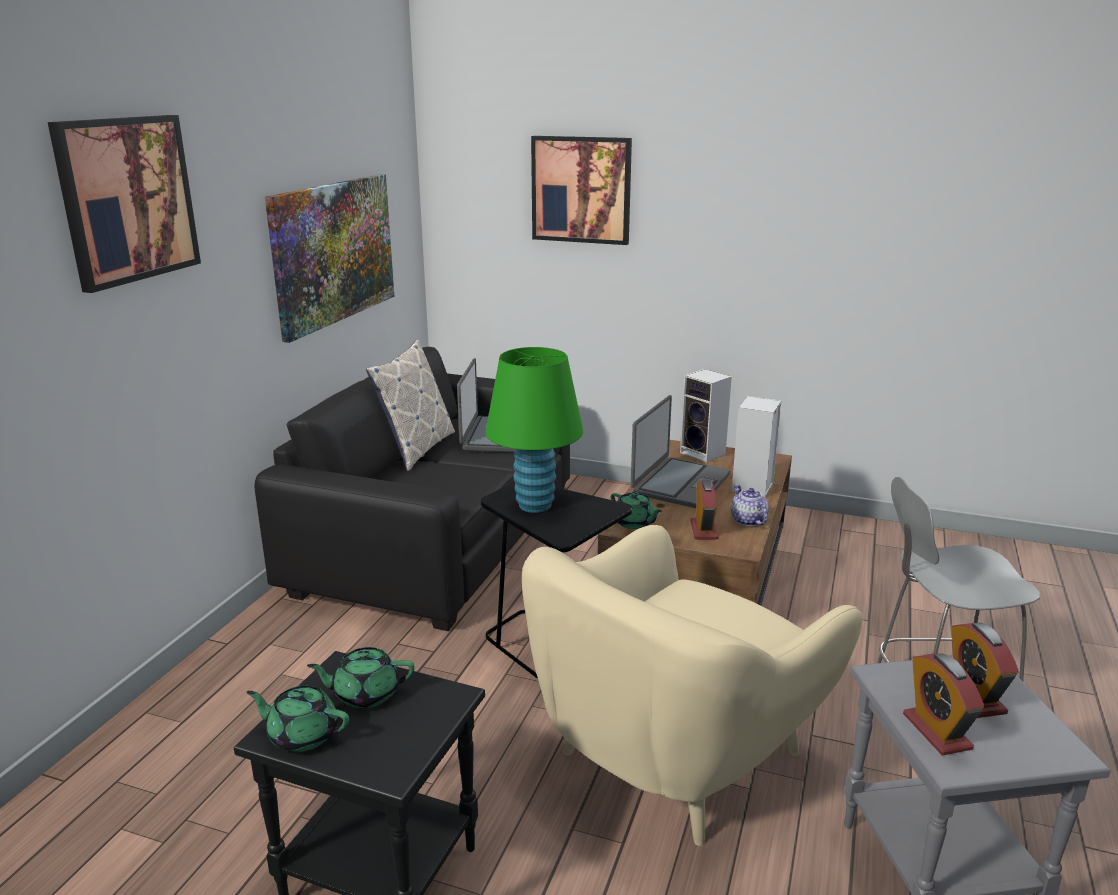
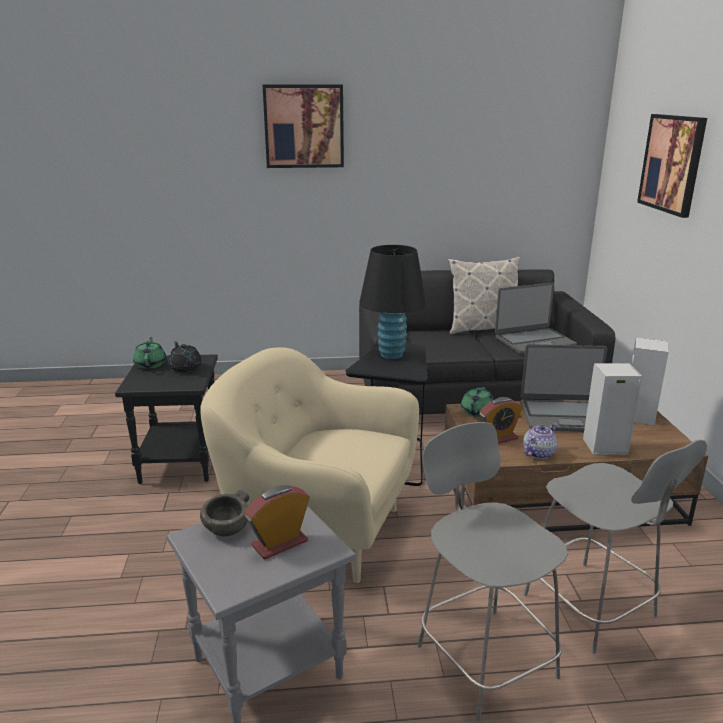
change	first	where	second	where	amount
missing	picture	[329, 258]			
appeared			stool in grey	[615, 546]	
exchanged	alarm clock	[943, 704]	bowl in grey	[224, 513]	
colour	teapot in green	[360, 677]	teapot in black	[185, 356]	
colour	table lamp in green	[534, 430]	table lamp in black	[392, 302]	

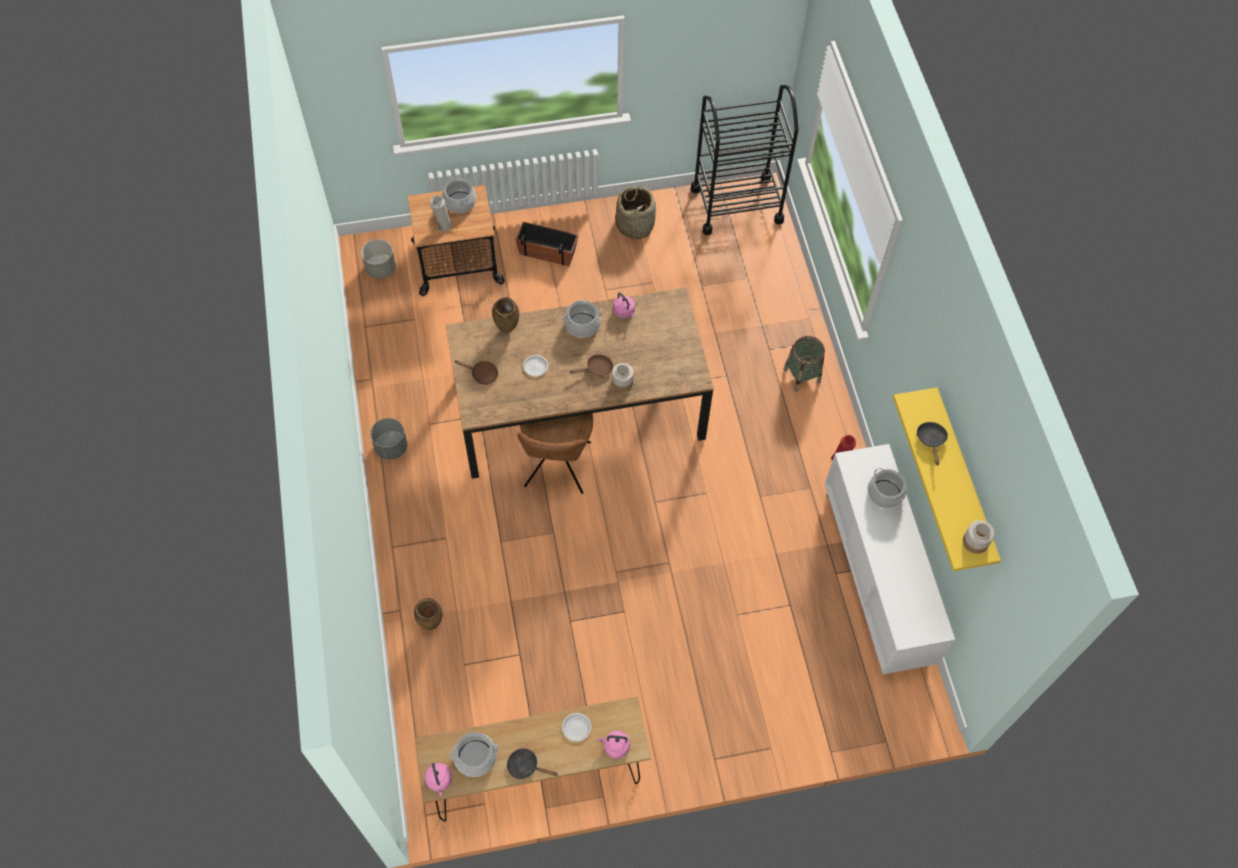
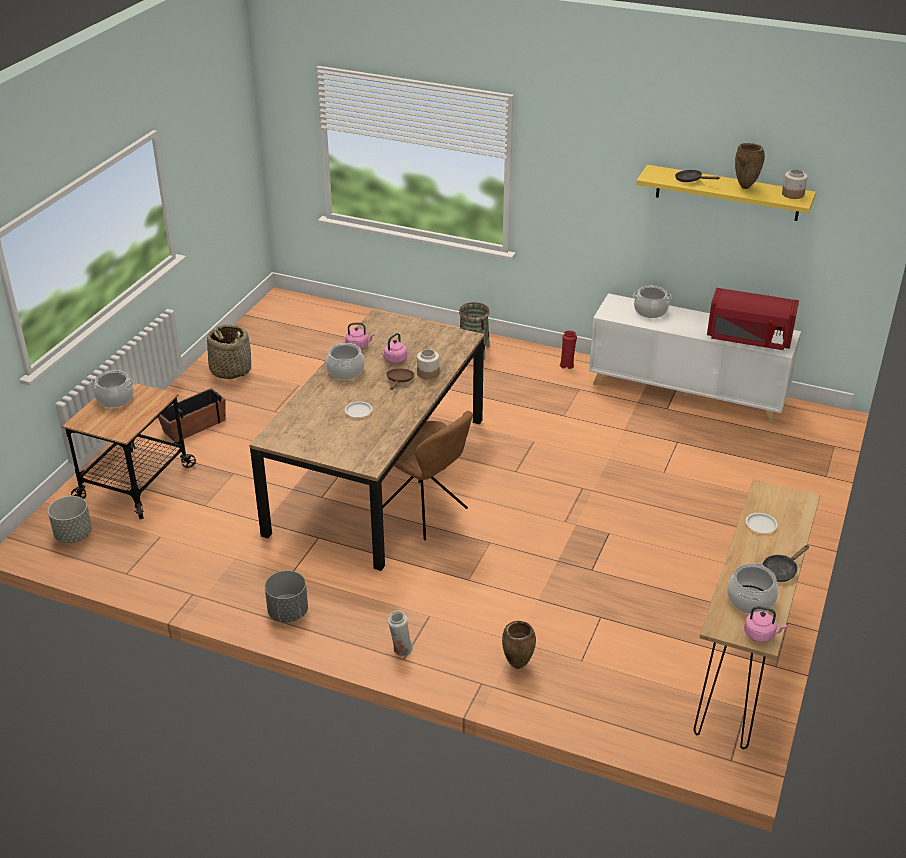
change	first	where	second	where	amount
missing	frying pan in brown	[476, 372]			
missing	cart in black	[745, 160]			
appeared			microwave in red	[753, 319]	
relocated	vase in white	[441, 213]		[400, 633]	
relocated	vase in brown	[505, 315]		[750, 166]	
relocated	kettle in pink	[613, 745]		[394, 348]	

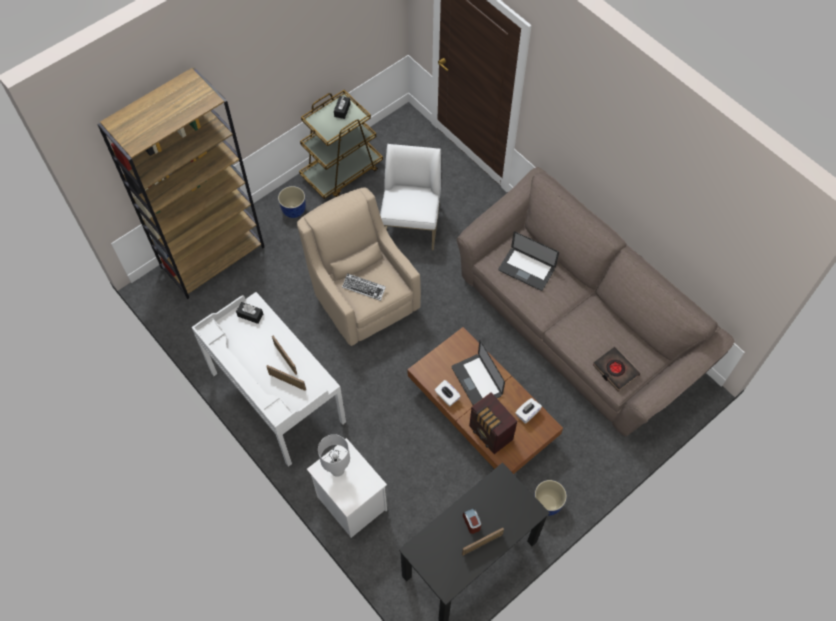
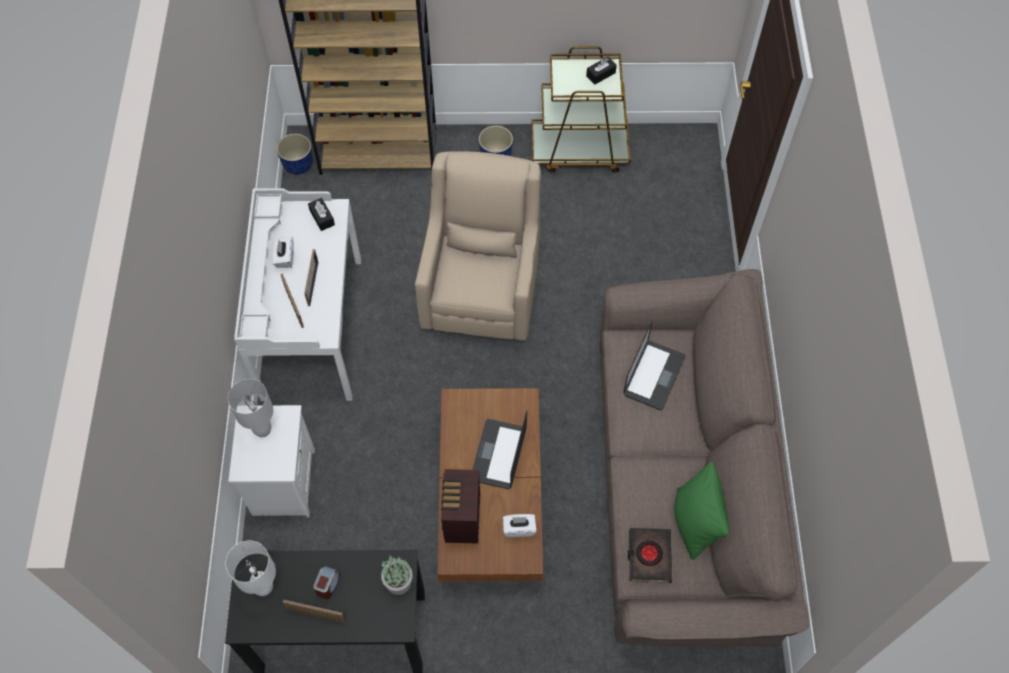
change	first	where	second	where	amount
missing	keyboard	[364, 287]			
missing	chair in white	[410, 197]			
appeared			table lamp in white	[250, 568]	
appeared			potted plant	[397, 575]	
appeared			pillow in green	[701, 511]	
relocated	tissue box in white	[448, 393]		[283, 252]	
relocated	planter	[550, 498]		[295, 153]	
spun	laptop	[528, 261]		[654, 365]	135 degrees counterclockwise

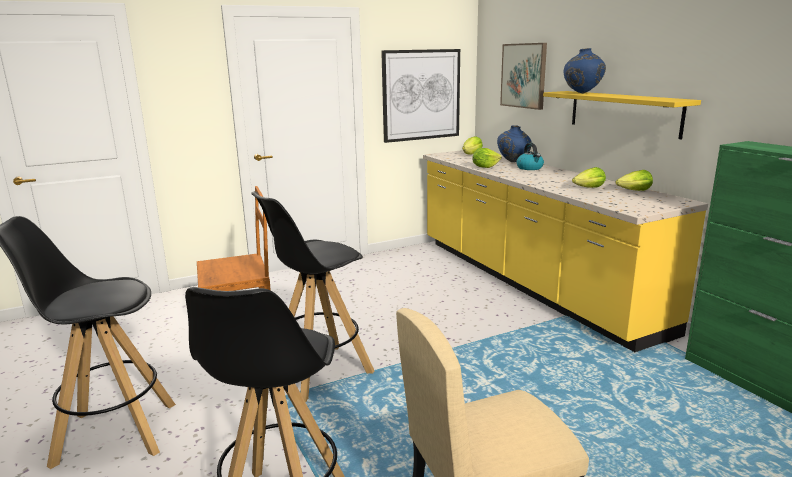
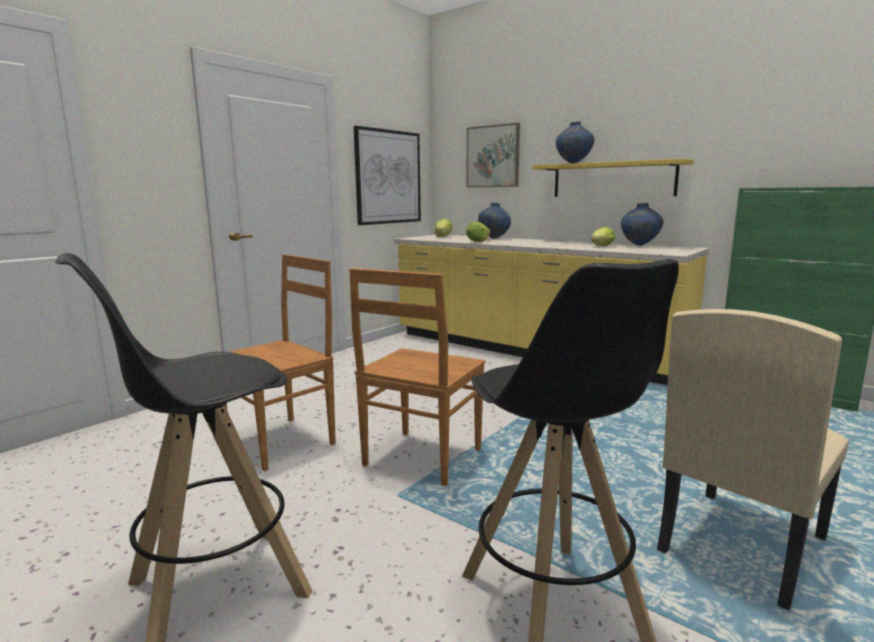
change	first	where	second	where	amount
missing	kettle	[530, 156]			
exchanged	stool in black	[312, 296]	chair in brown	[417, 377]	
exchanged	lettuce	[634, 180]	vase in blue	[642, 224]	

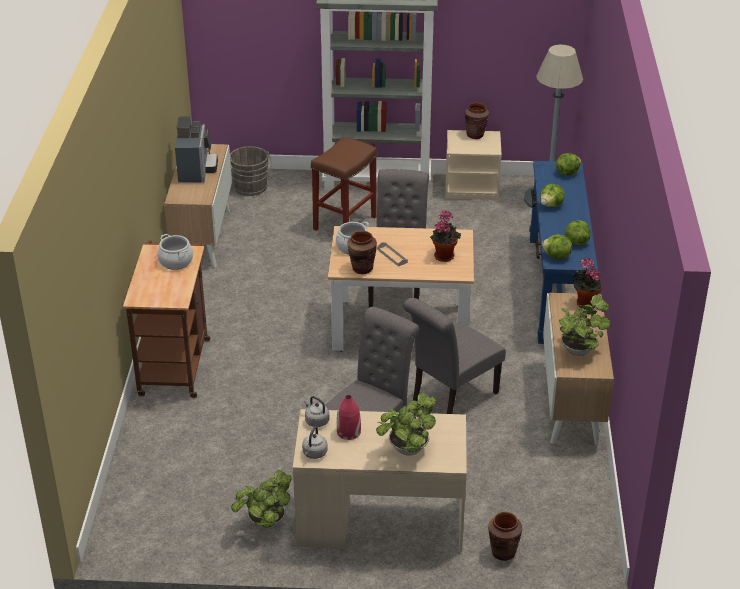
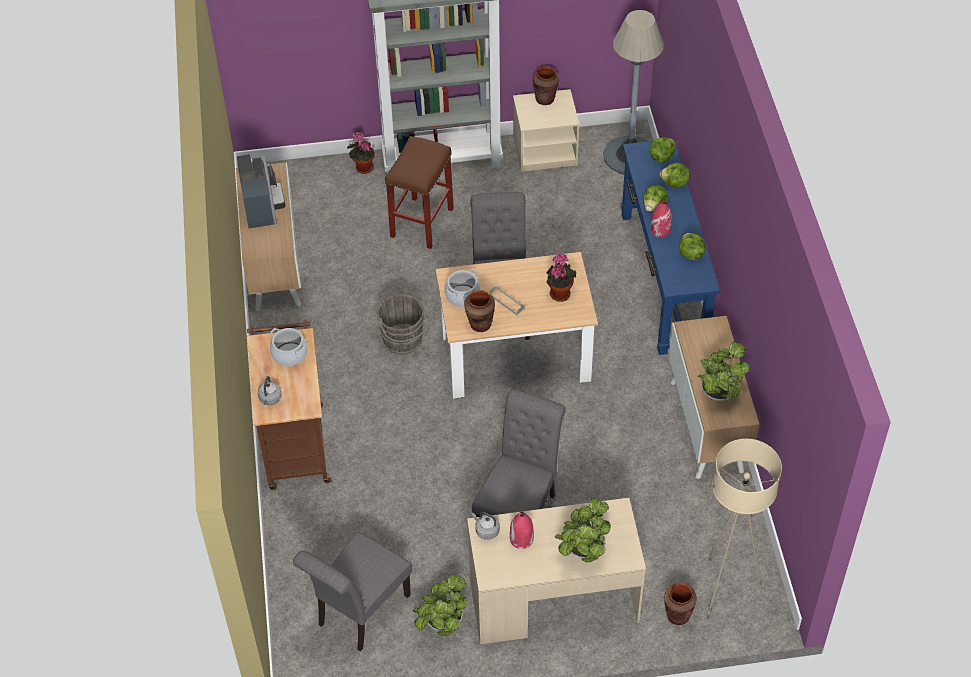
change	first	where	second	where	amount
appeared			vase in red	[661, 219]	
appeared			floor lamp in beige	[744, 529]	
relocated	bucket in grey	[251, 171]		[403, 324]	
relocated	kettle in grey	[315, 442]		[270, 390]	
relocated	chair in grey	[454, 355]		[352, 591]	
relocated	lettuce	[557, 247]		[675, 175]	
relocated	potted plant	[587, 283]		[361, 153]	

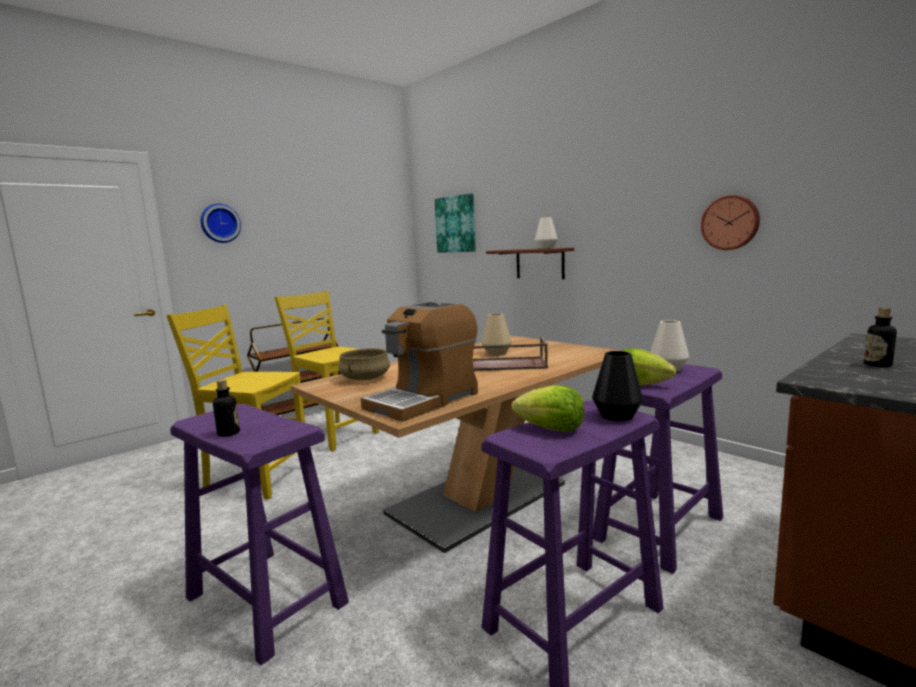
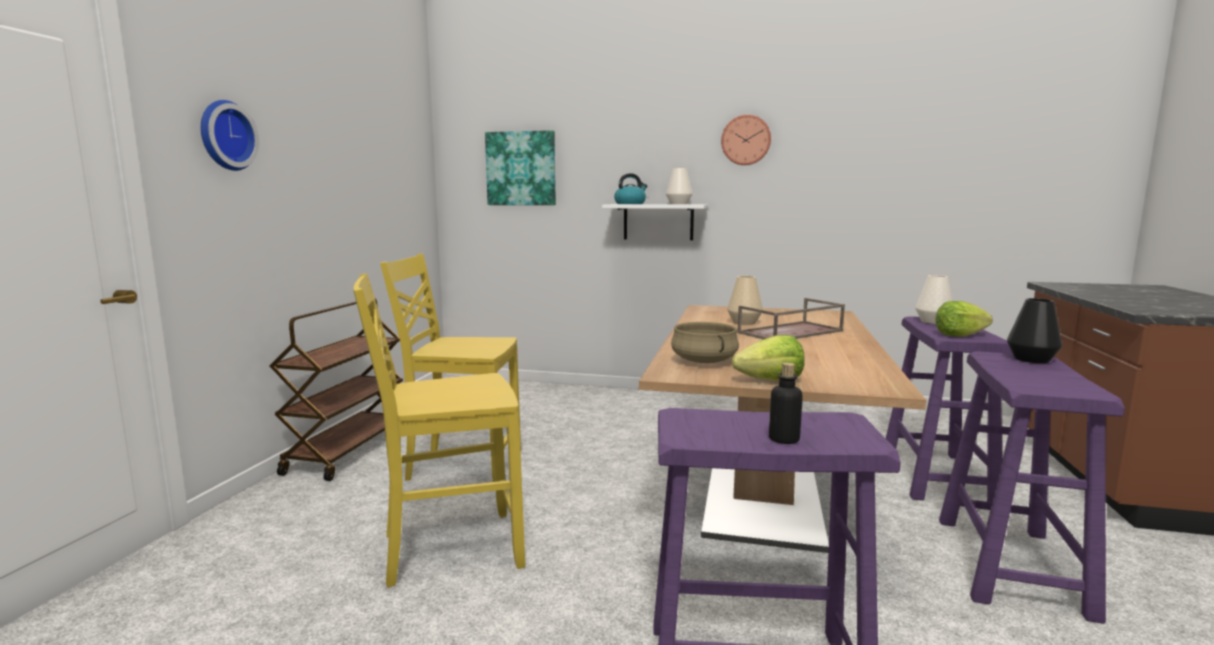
change	first	where	second	where	amount
missing	coffee machine	[419, 362]			
missing	bottle	[880, 337]			
appeared			kettle	[631, 188]	
relocated	lettuce	[547, 408]		[768, 358]	
relocated	wall clock	[730, 222]		[746, 140]	
colour	shelf in brown	[530, 263]	shelf in white	[654, 222]	

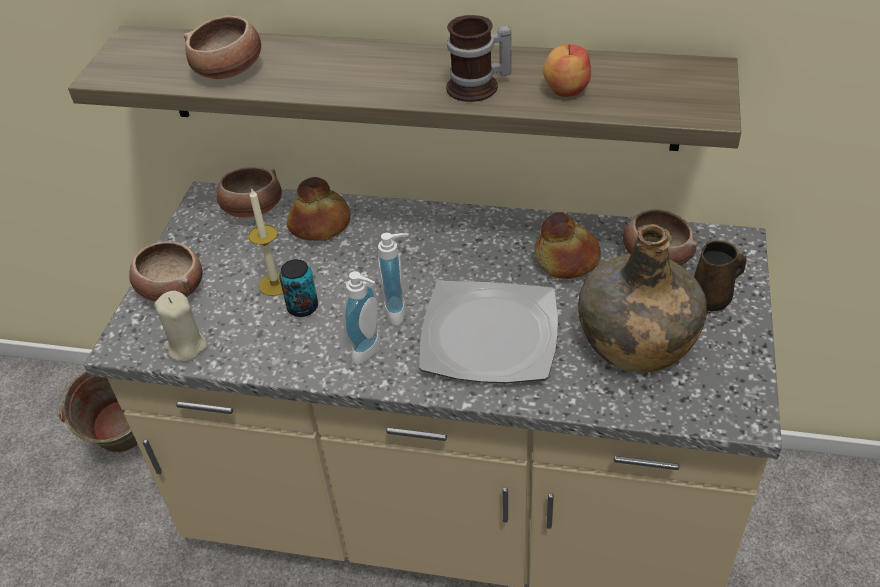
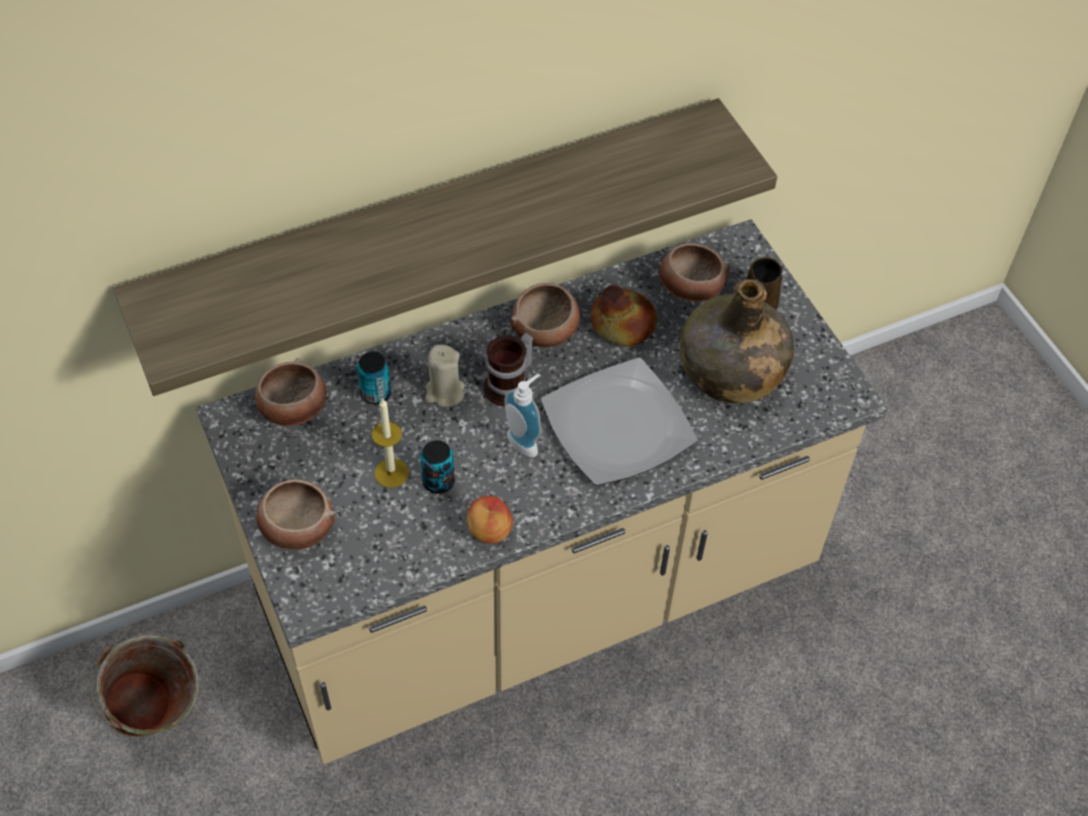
change	first	where	second	where	amount
missing	soap dispenser	[362, 318]			
relocated	candle in beige	[180, 326]		[445, 376]	
relocated	bowl	[222, 47]		[545, 315]	
relocated	mug	[478, 58]		[508, 369]	
relocated	apple	[567, 70]		[490, 520]	
exchanged	bread	[318, 209]	can	[374, 377]	

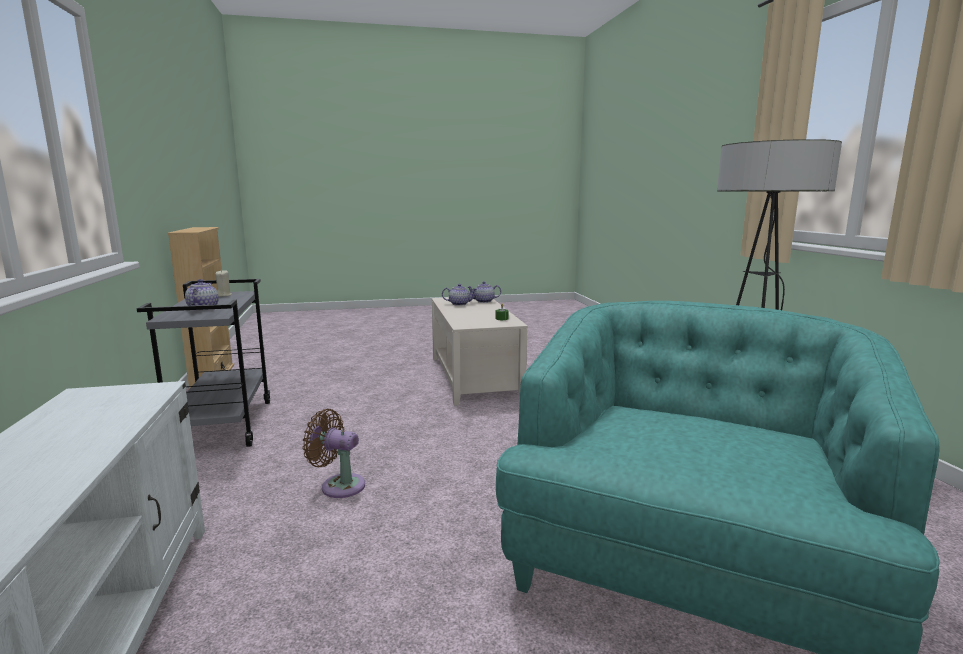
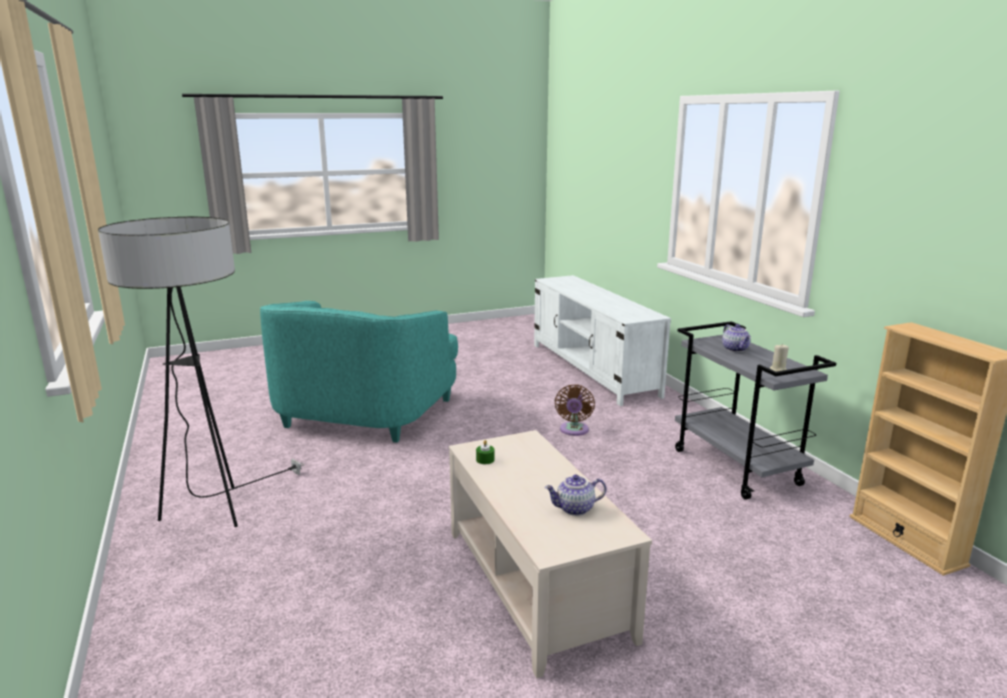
change	first	where	second	where	amount
missing	teapot	[484, 292]			
spun	fan in brown	[334, 453]		[575, 410]	90 degrees clockwise

